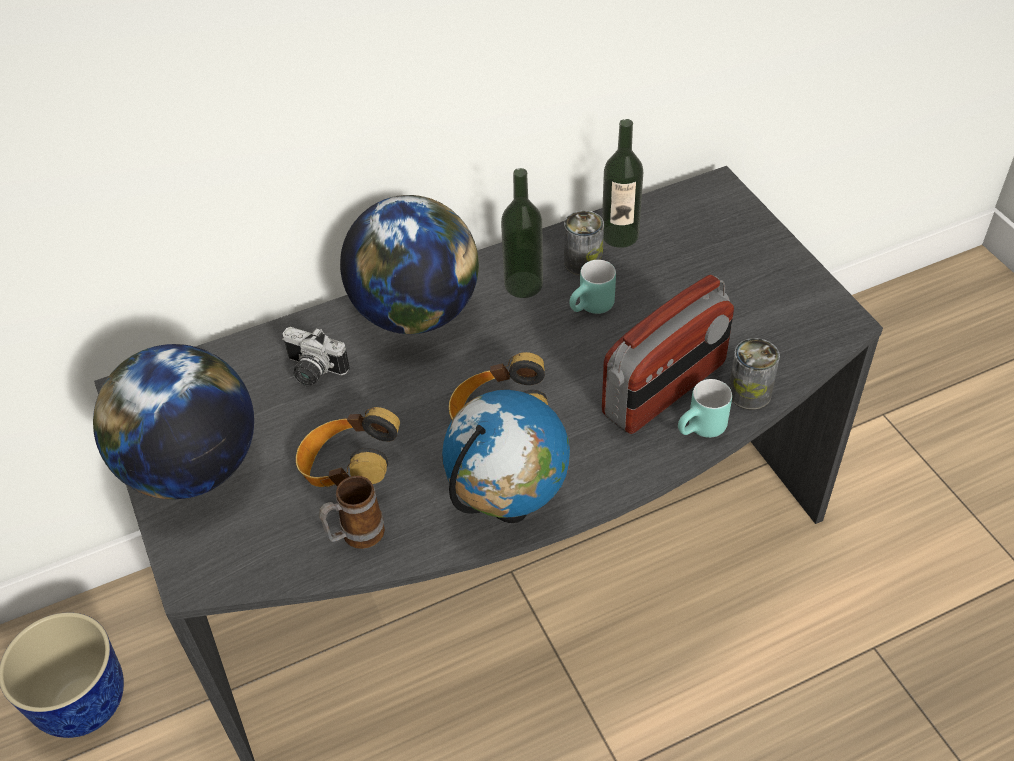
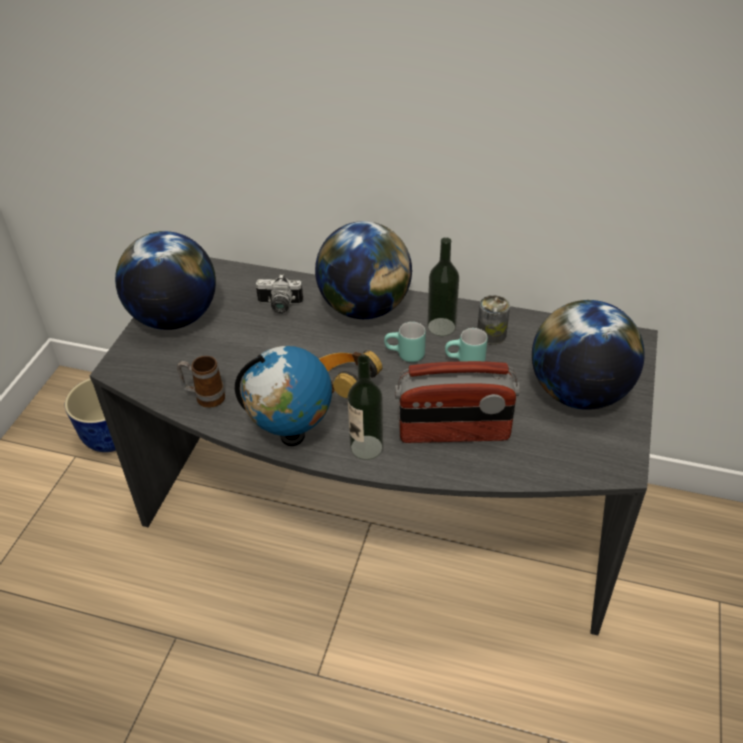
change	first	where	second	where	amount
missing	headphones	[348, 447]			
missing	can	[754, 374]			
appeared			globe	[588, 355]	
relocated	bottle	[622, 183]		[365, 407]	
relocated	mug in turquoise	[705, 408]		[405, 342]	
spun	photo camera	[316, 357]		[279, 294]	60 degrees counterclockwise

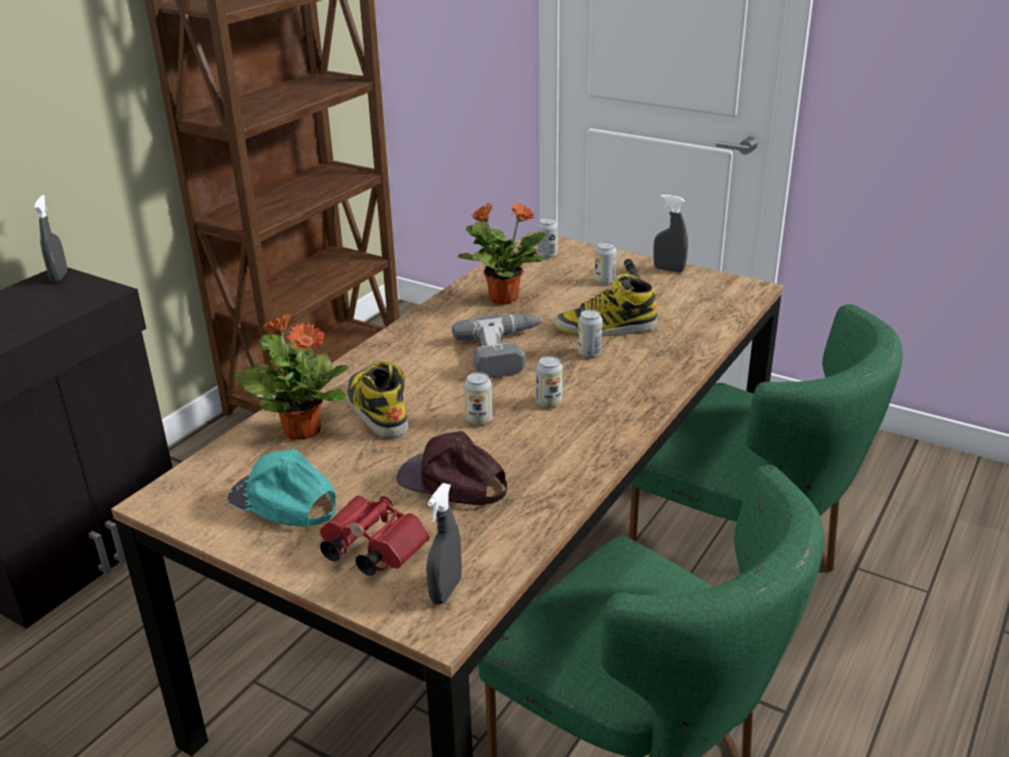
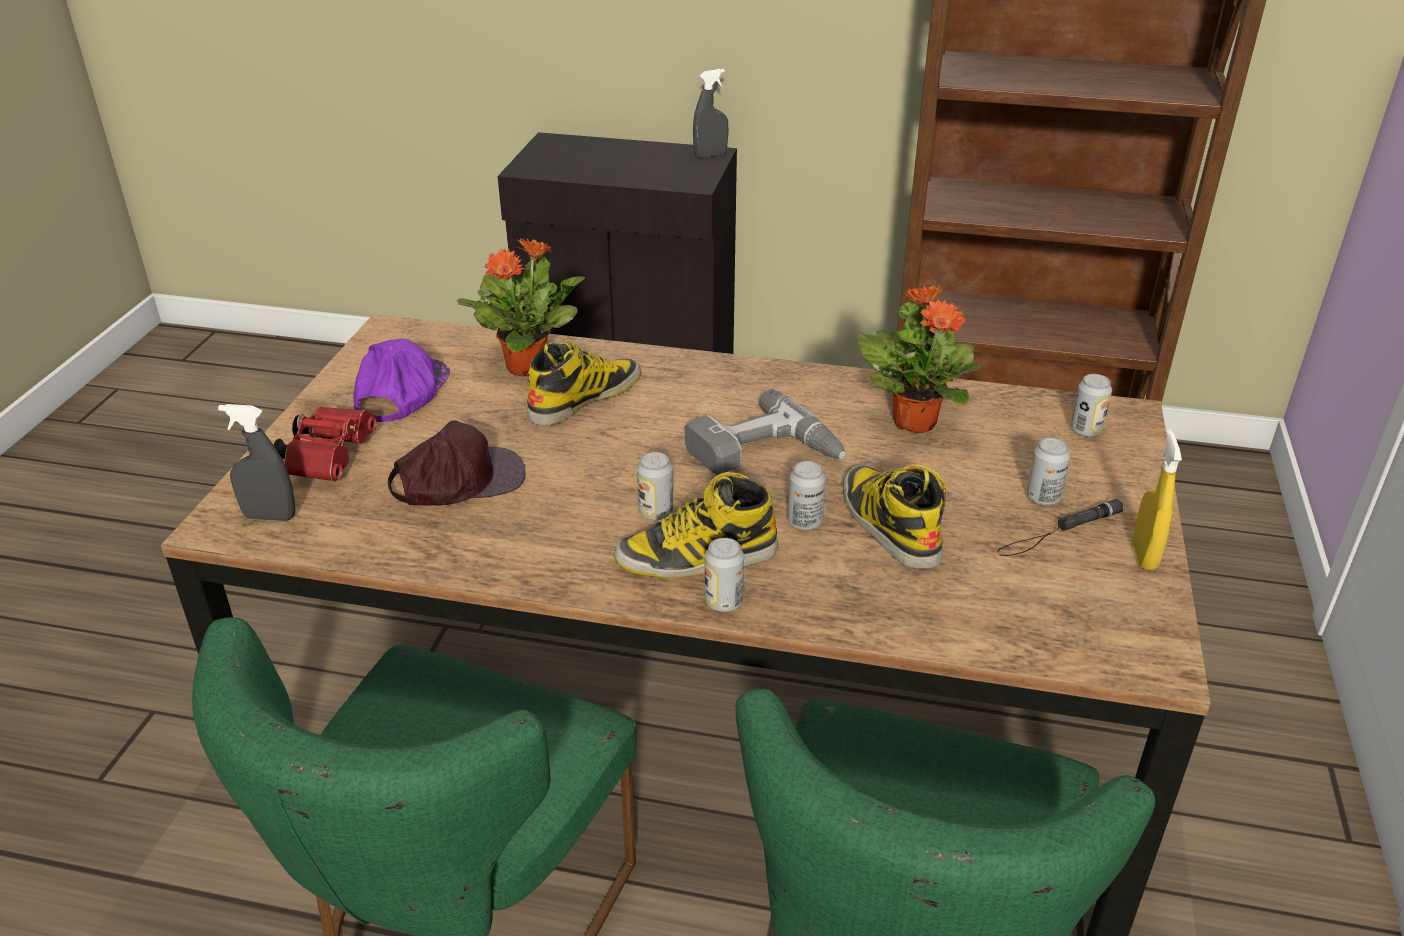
change	first	where	second	where	amount
appeared			boot	[696, 525]	
relocated	can	[479, 398]		[724, 575]	
colour	cap in turquoise	[282, 488]	cap in purple	[401, 380]	
colour	spray bottle in grey	[670, 234]	spray bottle in yellow	[1157, 500]	
spun	cap in brown	[451, 468]		[456, 463]	60 degrees clockwise

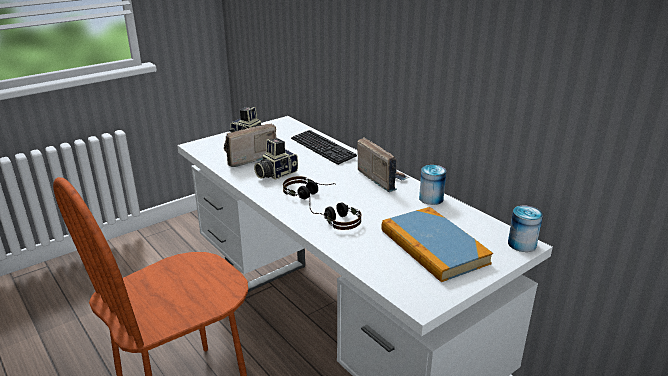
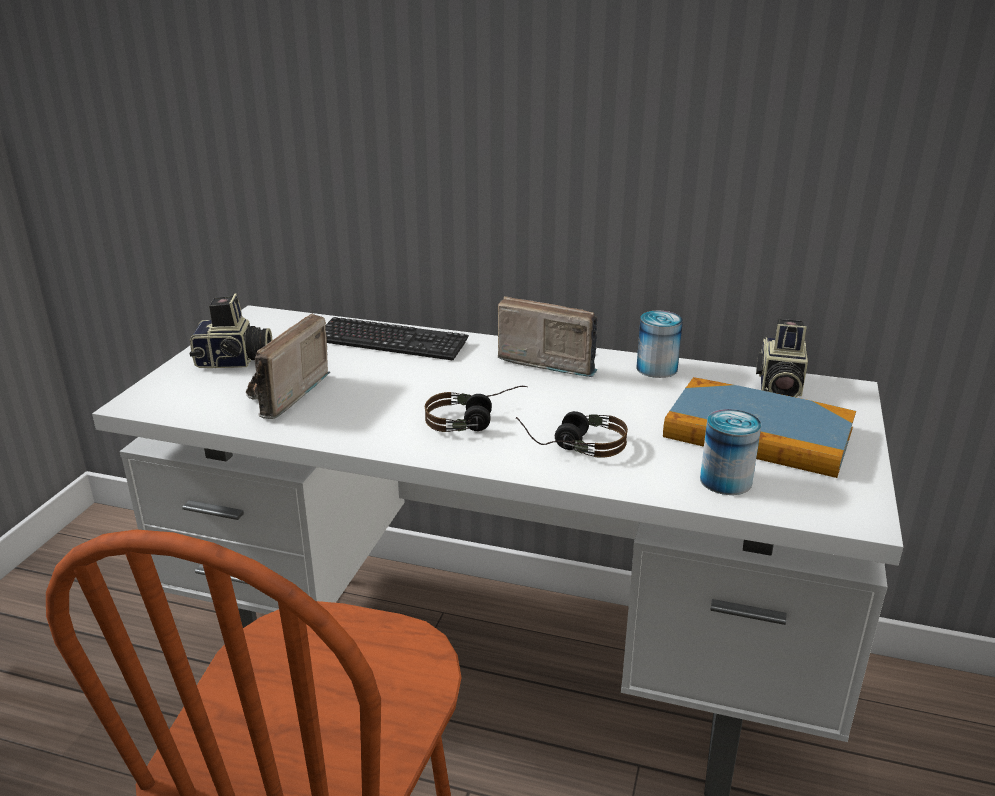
change	first	where	second	where	amount
relocated	photo camera	[276, 159]		[782, 358]	
relocated	can	[525, 229]		[730, 452]	

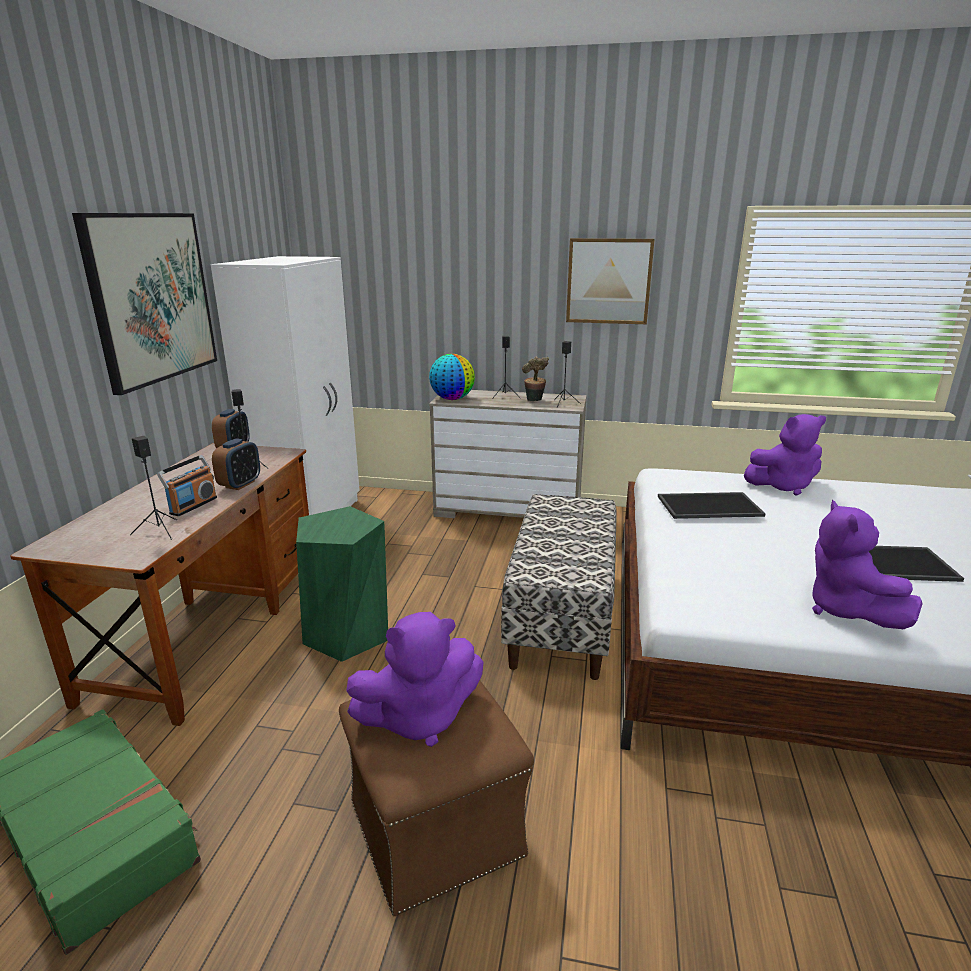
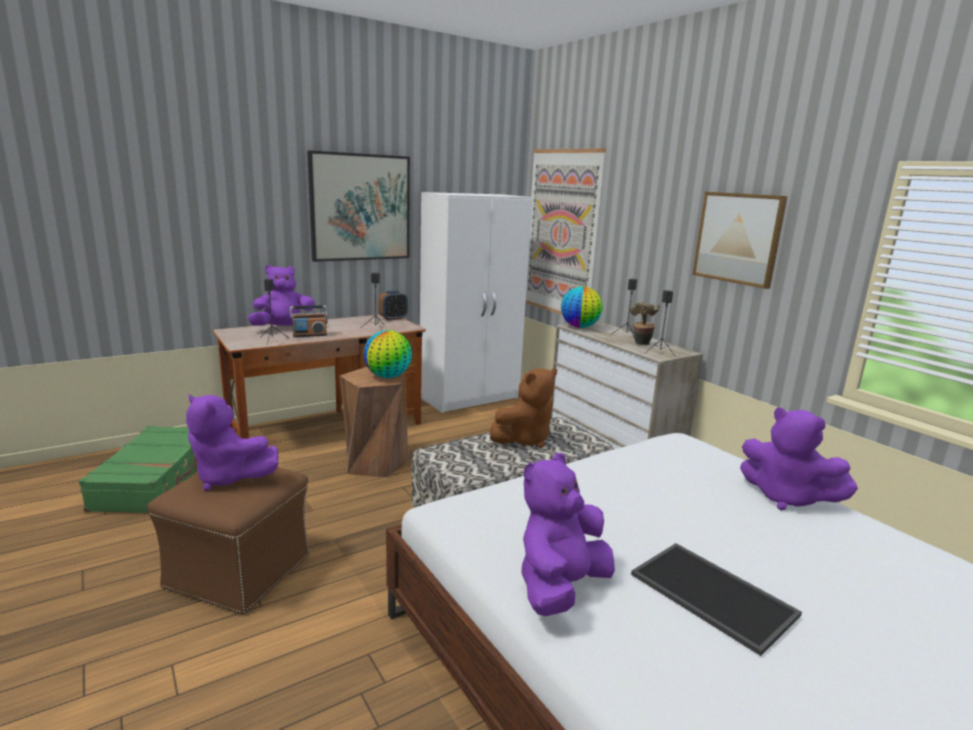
change	first	where	second	where	amount
missing	alarm clock	[236, 464]			
missing	tray	[712, 505]			
appeared			plush toy in purple	[281, 295]	
appeared			globe	[387, 354]	
appeared			plush toy in brown	[523, 408]	
appeared			picture	[566, 231]	
colour	stool in green	[342, 584]	stool in brown	[374, 422]	

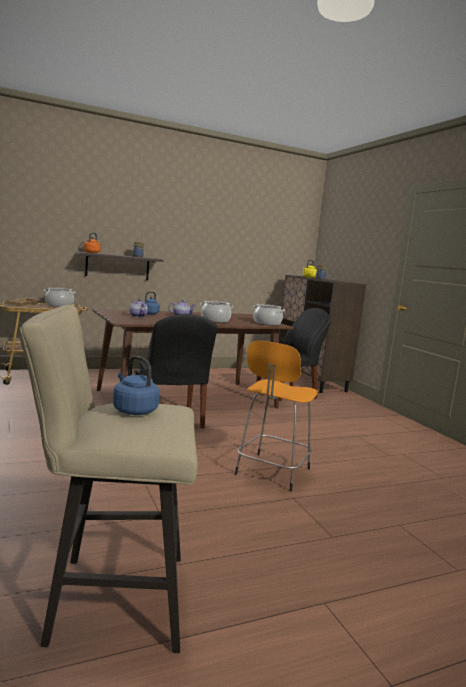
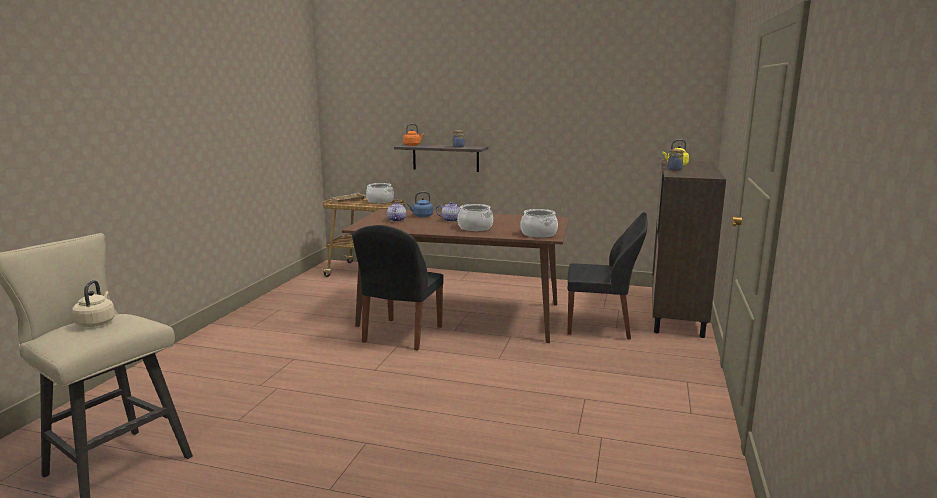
change	first	where	second	where	amount
missing	stool in orange	[276, 416]			
colour	kettle in blue	[136, 385]	kettle in beige	[93, 303]	

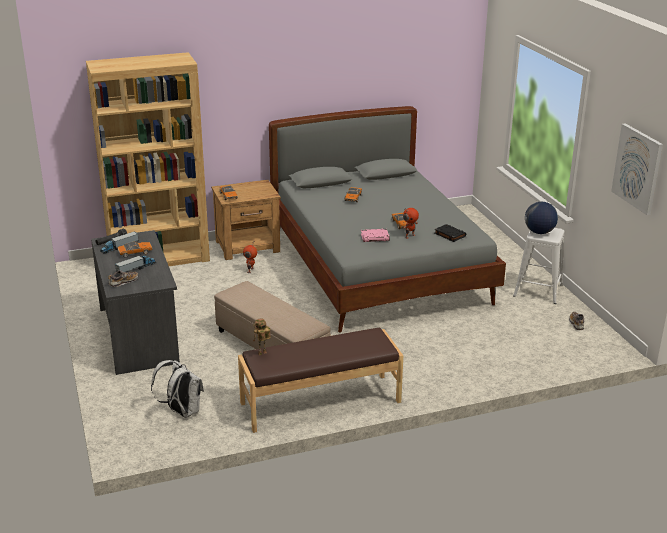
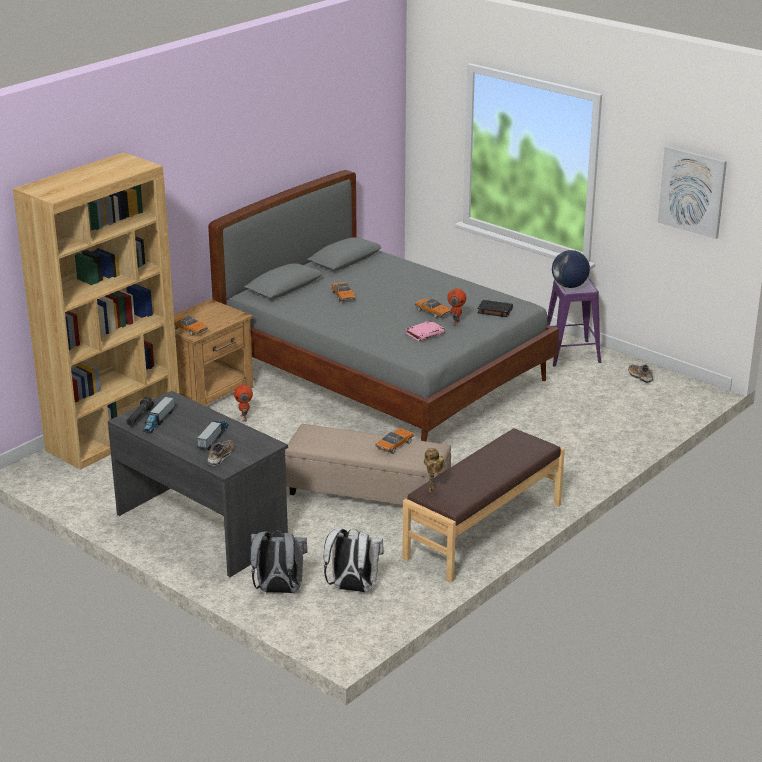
change	first	where	second	where	amount
appeared			backpack in grey	[278, 561]	
relocated	toy car	[135, 250]		[394, 441]	
colour	stool in white	[539, 266]	stool in purple	[574, 322]	

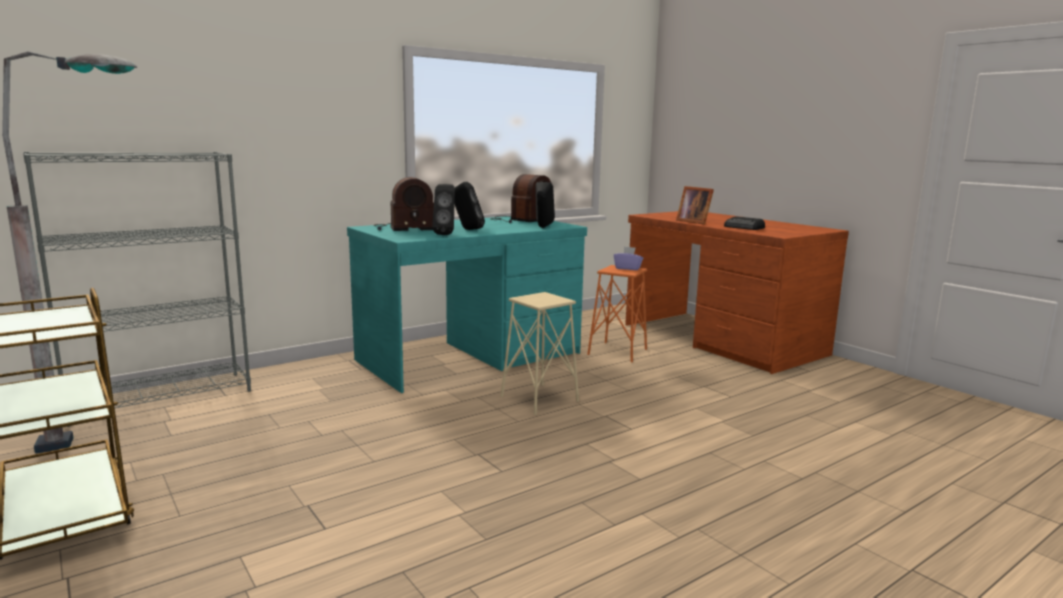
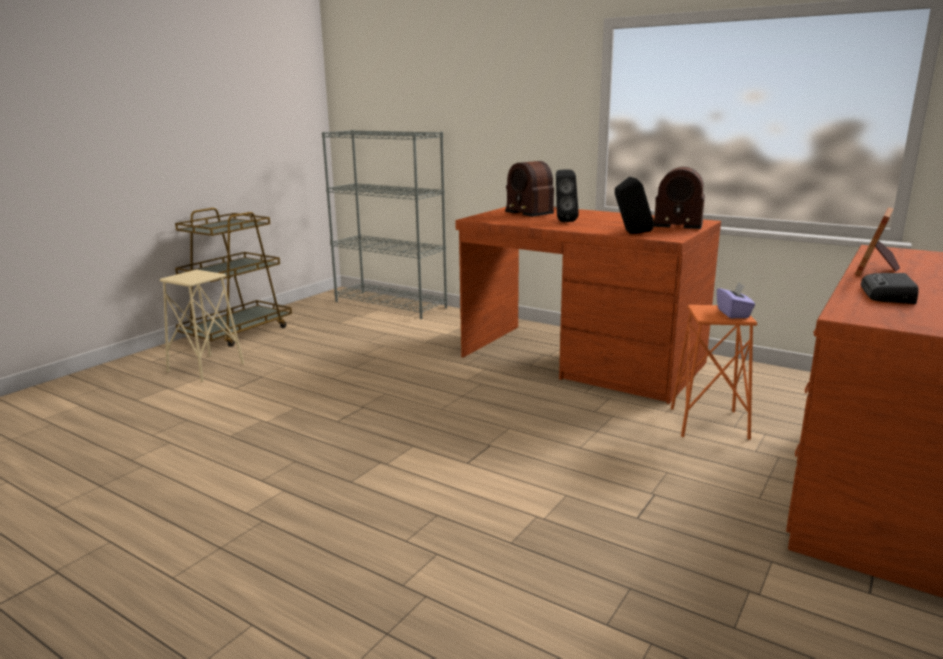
change	first	where	second	where	amount
missing	floor lamp in grey	[69, 252]			
missing	speaker in black	[443, 209]			
relocated	stool in beige	[540, 353]		[202, 325]	
colour	desk in turquoise	[467, 304]	desk in brown	[588, 305]	

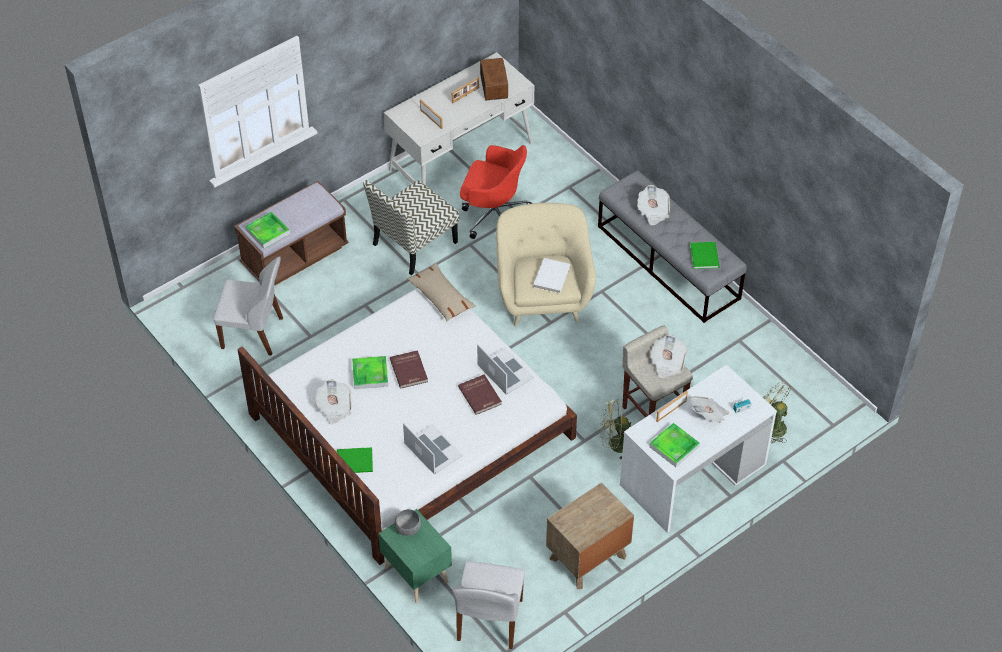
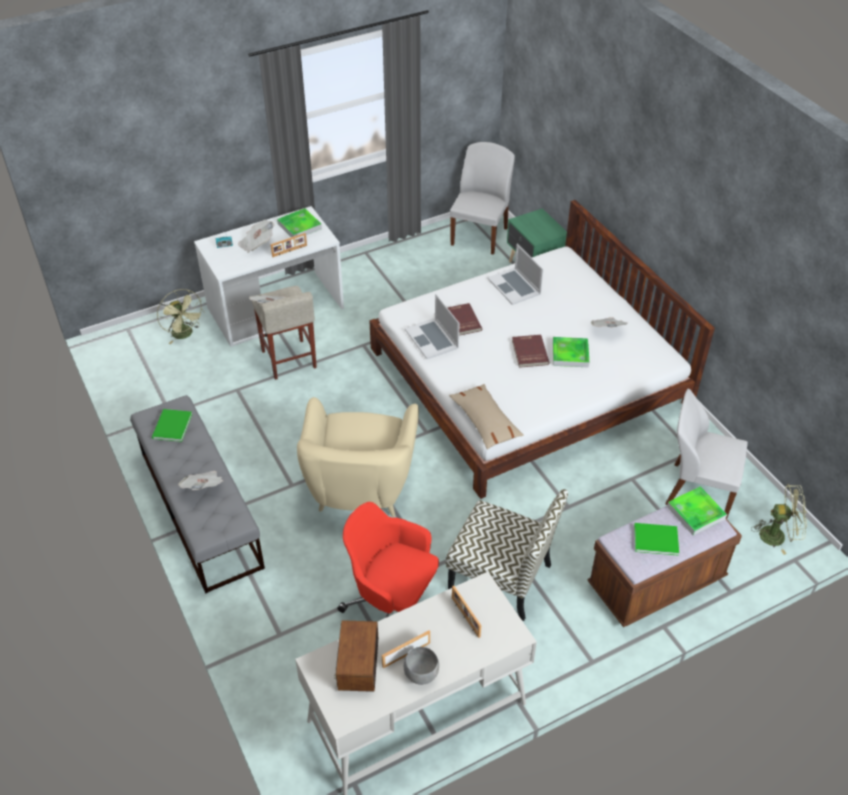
change	first	where	second	where	amount
missing	book in white	[552, 275]			
missing	nightstand in brown	[590, 535]			
relocated	book in green	[355, 460]		[656, 539]	
relocated	bowl in grey	[408, 522]		[421, 666]	
relocated	fan in green	[615, 429]		[779, 519]	
spun	chair	[411, 227]		[507, 555]	60 degrees clockwise

